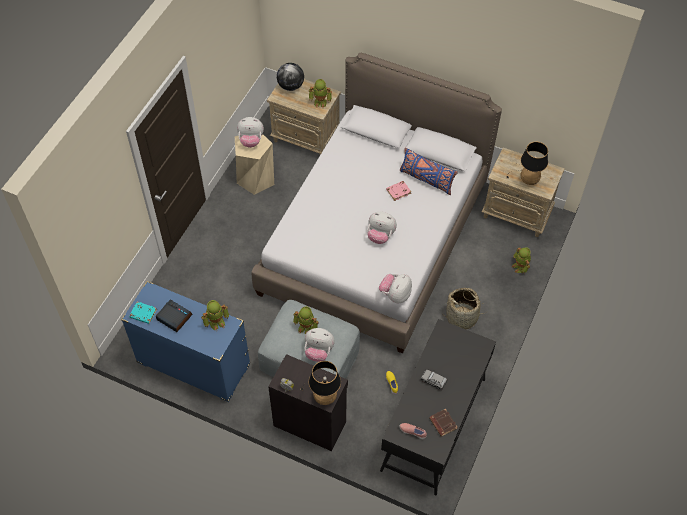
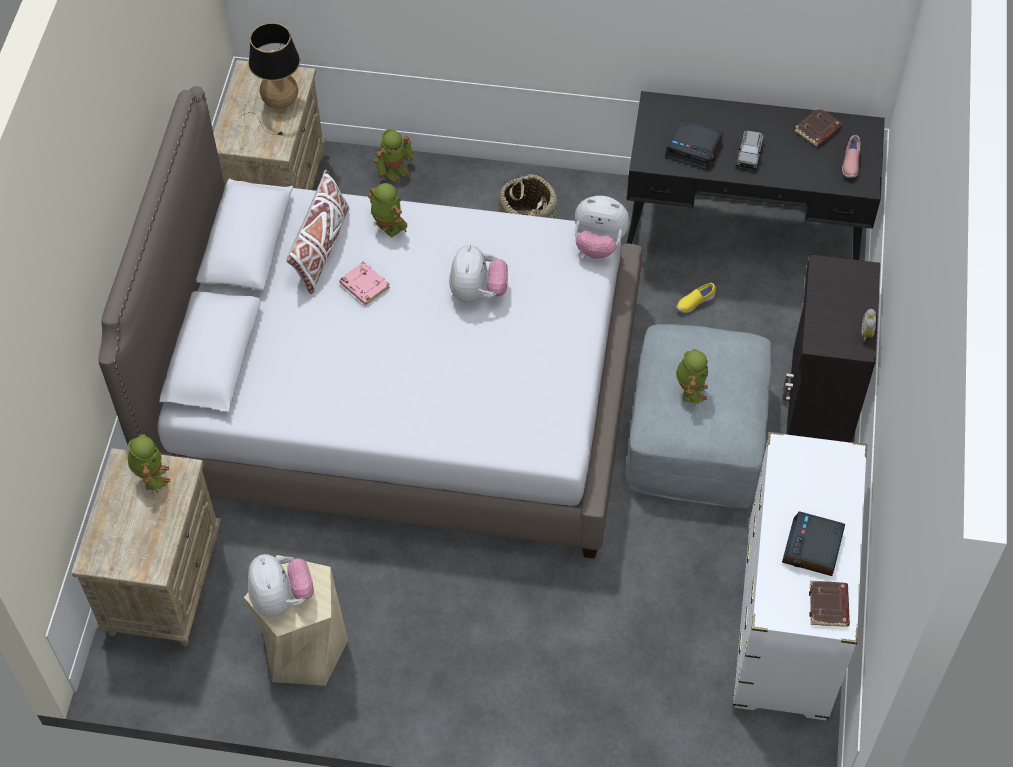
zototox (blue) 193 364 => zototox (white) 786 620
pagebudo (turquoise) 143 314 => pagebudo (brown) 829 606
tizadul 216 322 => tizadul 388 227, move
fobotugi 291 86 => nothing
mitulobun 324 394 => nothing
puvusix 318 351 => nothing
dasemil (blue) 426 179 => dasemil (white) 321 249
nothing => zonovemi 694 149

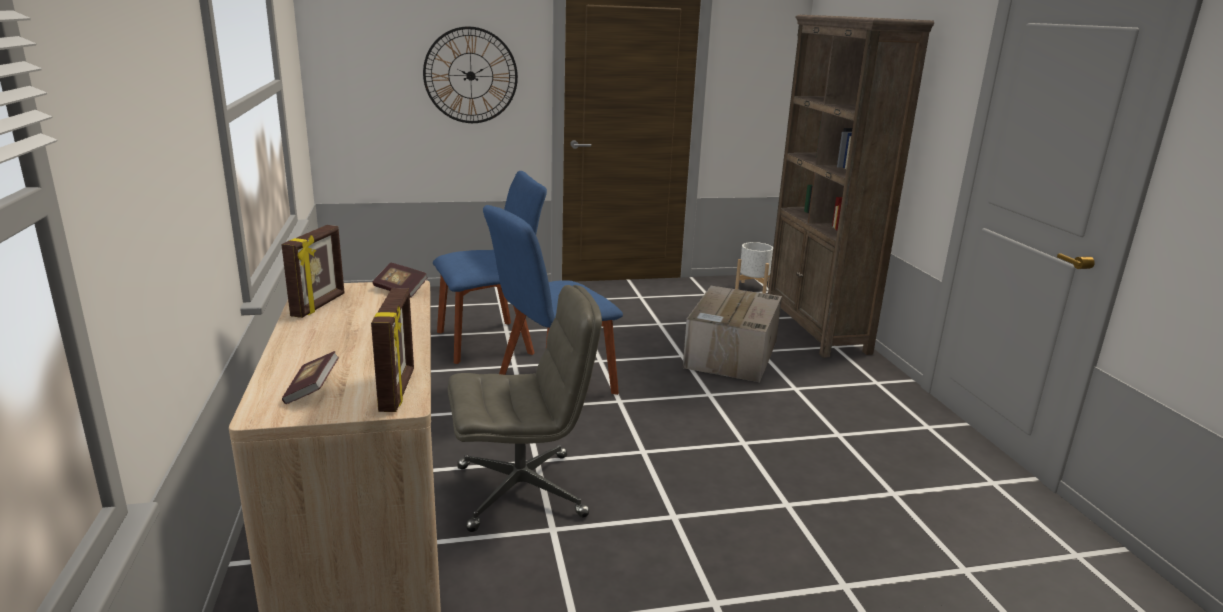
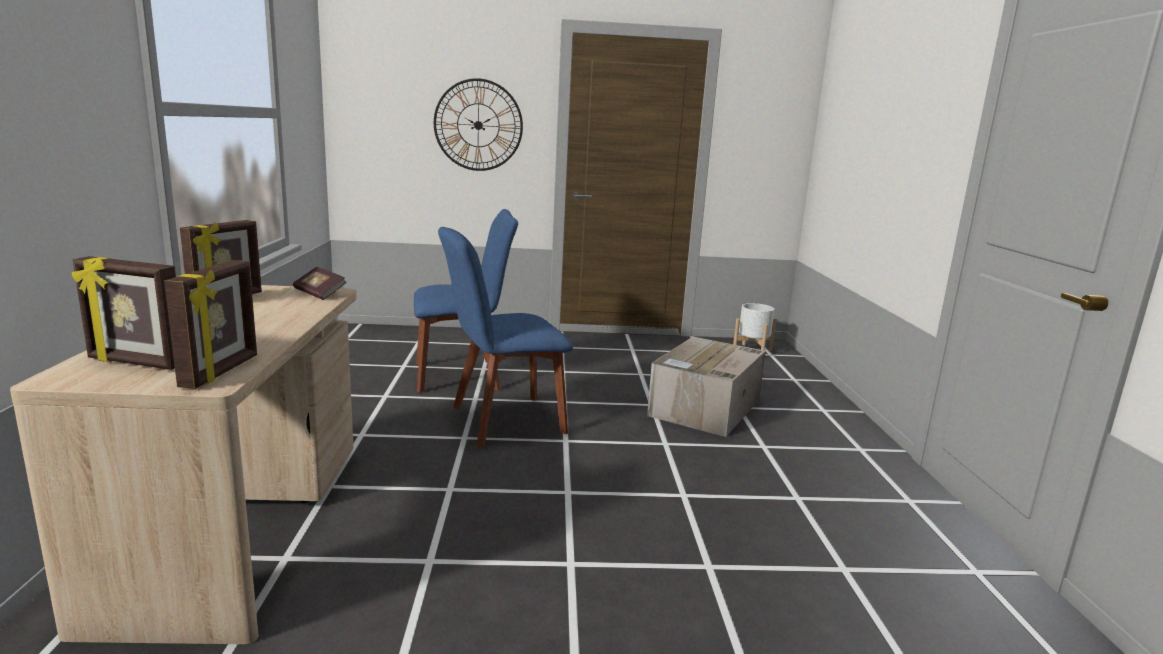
pagebudo 312 390 => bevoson 135 363
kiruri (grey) 522 490 => nothing
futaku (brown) 816 328 => nothing

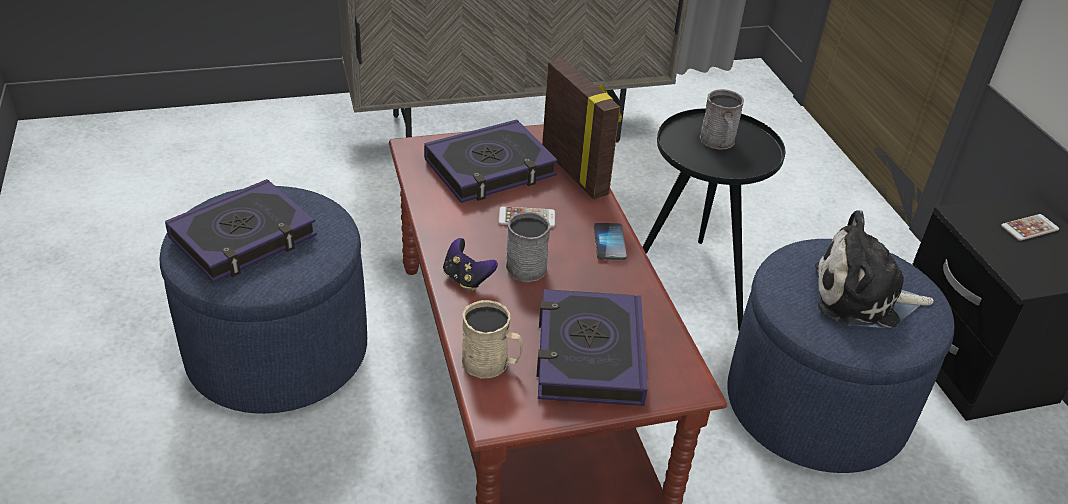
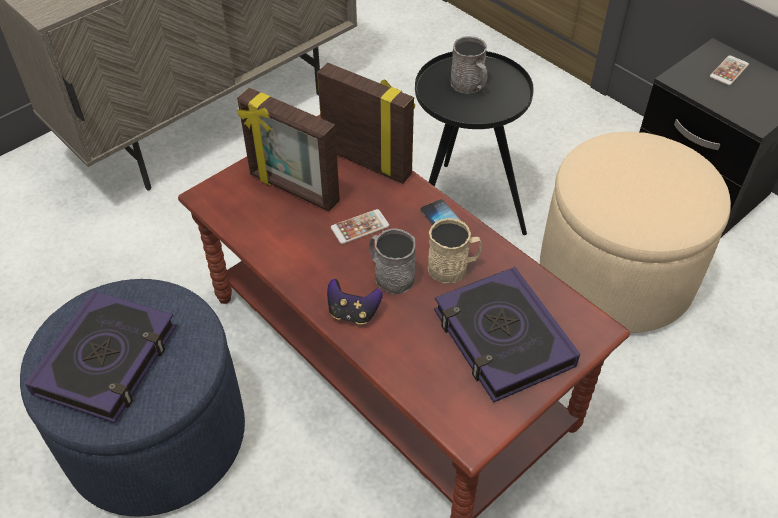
pagebudo 490 169 => bevoson 293 189
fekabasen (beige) 491 363 => fekabasen (beige) 453 268, move
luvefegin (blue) 816 405 => luvefegin (beige) 615 274
puvusix 862 297 => nothing

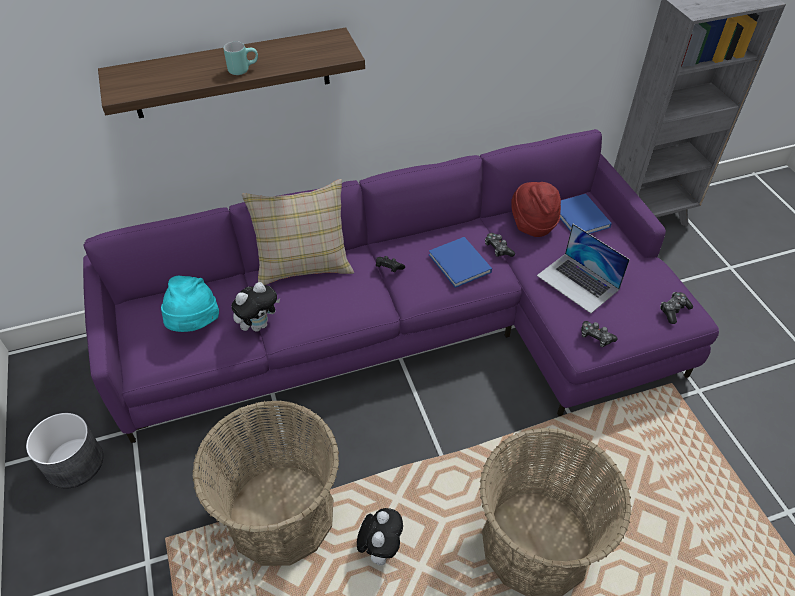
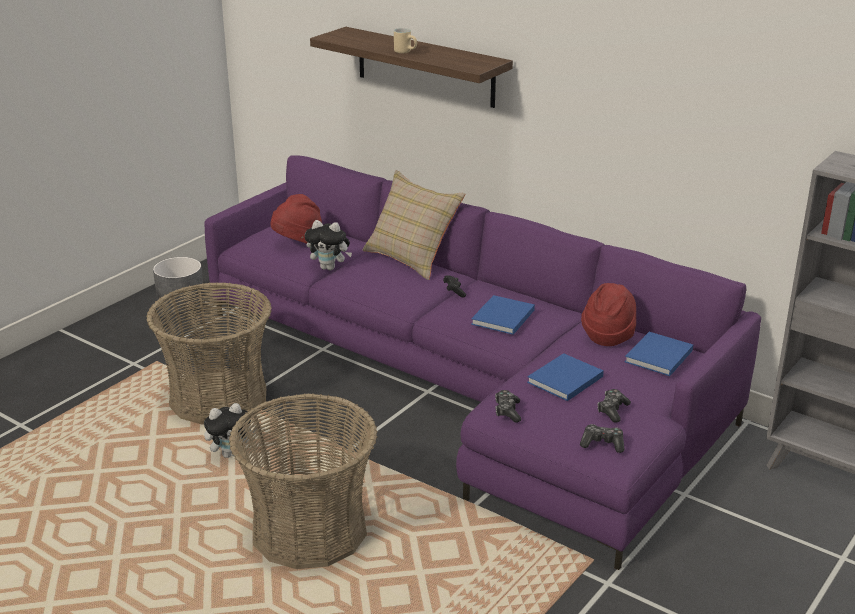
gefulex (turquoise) 194 323 => gefulex (red) 298 243
fekabasen (turquoise) 243 69 => fekabasen (beige) 406 52
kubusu 498 249 => kubusu 612 410, move
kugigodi 578 282 => pagebudo (blue) 563 380

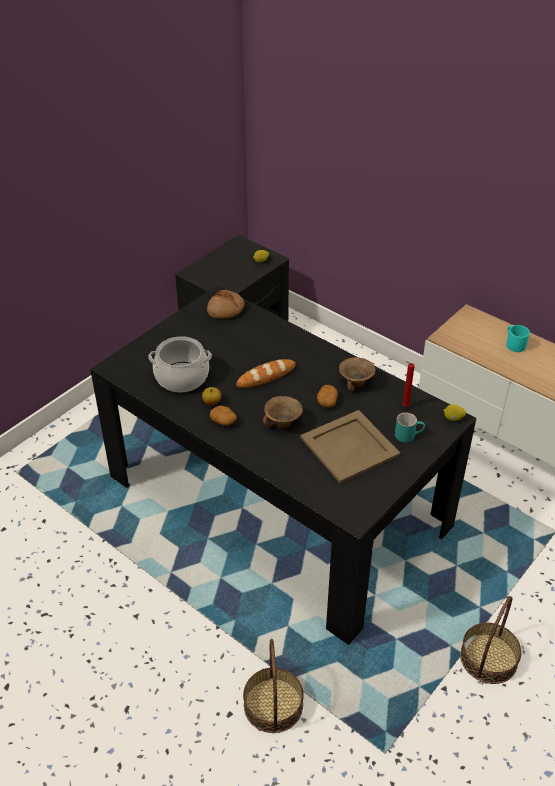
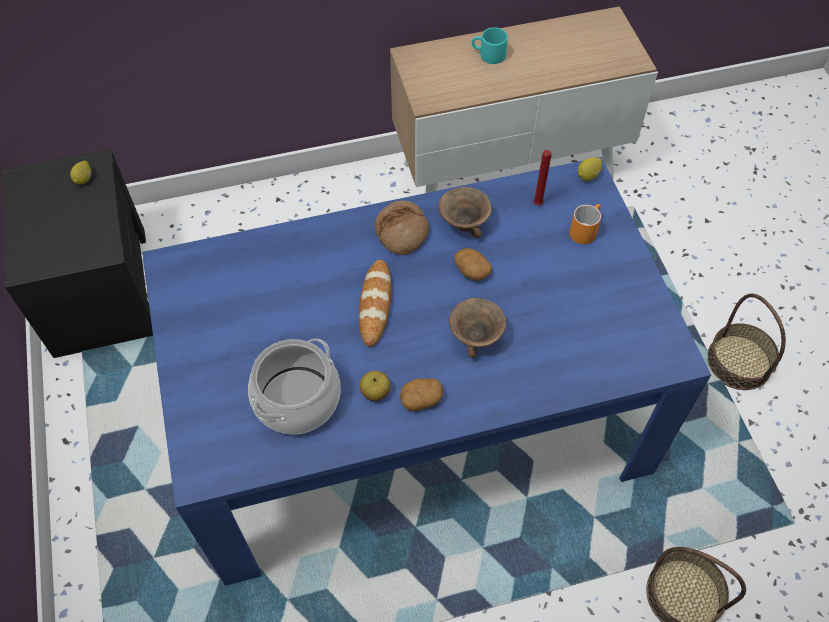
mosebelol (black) 276 501 => mosebelol (blue) 413 419
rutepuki 226 310 => rutepuki 402 232, move
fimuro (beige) 349 447 => nothing
fekabasen (turquoise) 408 435 => fekabasen (orange) 584 229

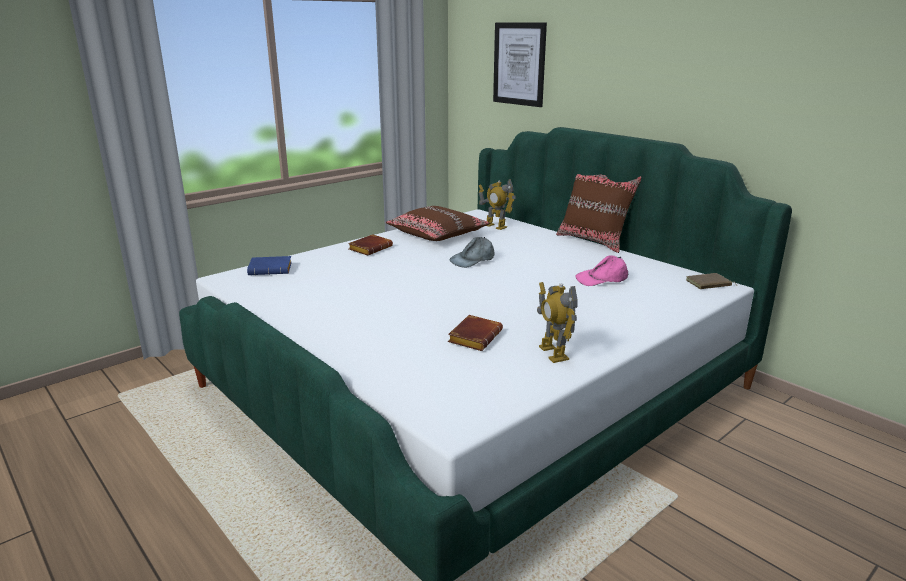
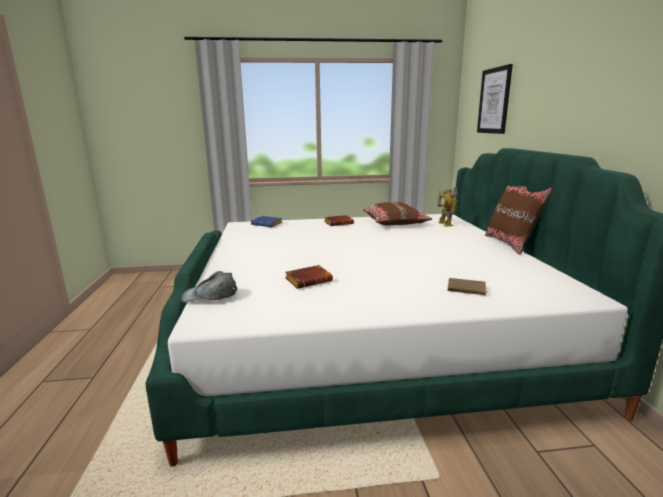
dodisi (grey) 473 259 => dodisi (grey) 210 295, move
tizadul 553 353 => nothing
dodisi (pink) 602 279 => nothing
pagebudo (brown) 709 284 => pagebudo (brown) 466 289, move

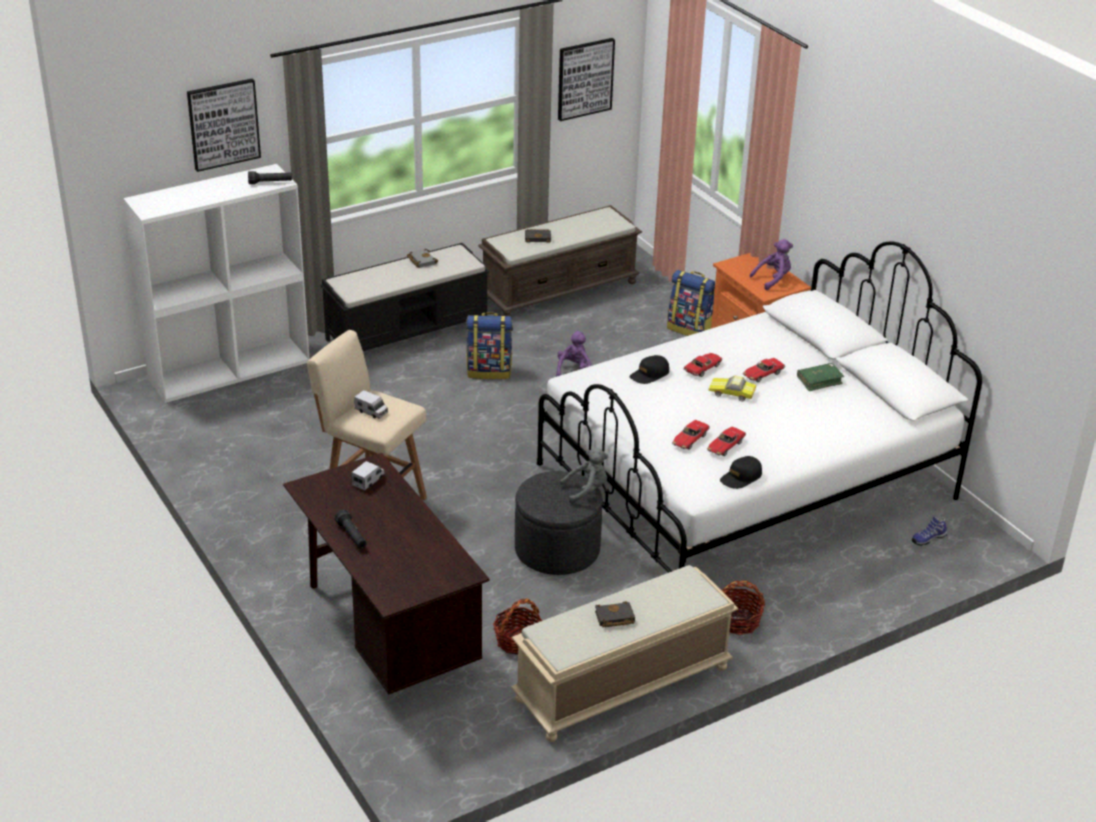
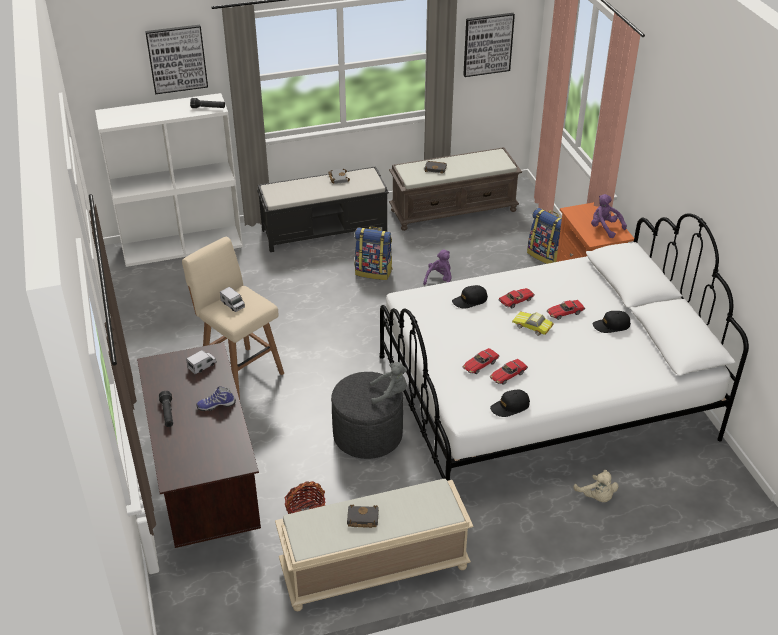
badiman 737 621 => nothing
puvusix (purple) 773 279 => puvusix (purple) 604 228, 120 degrees counterclockwise
pagebudo (green) 819 381 => dodisi (black) 611 325
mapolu 928 538 => mapolu 216 405, move
nothing => puvusix (beige) 596 497

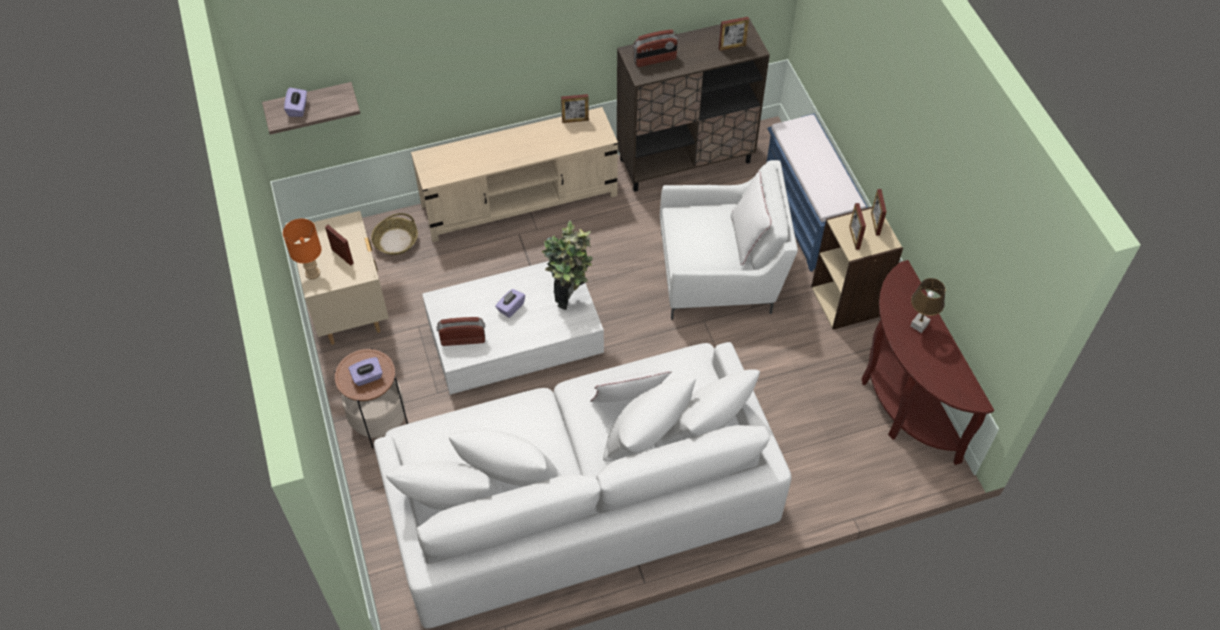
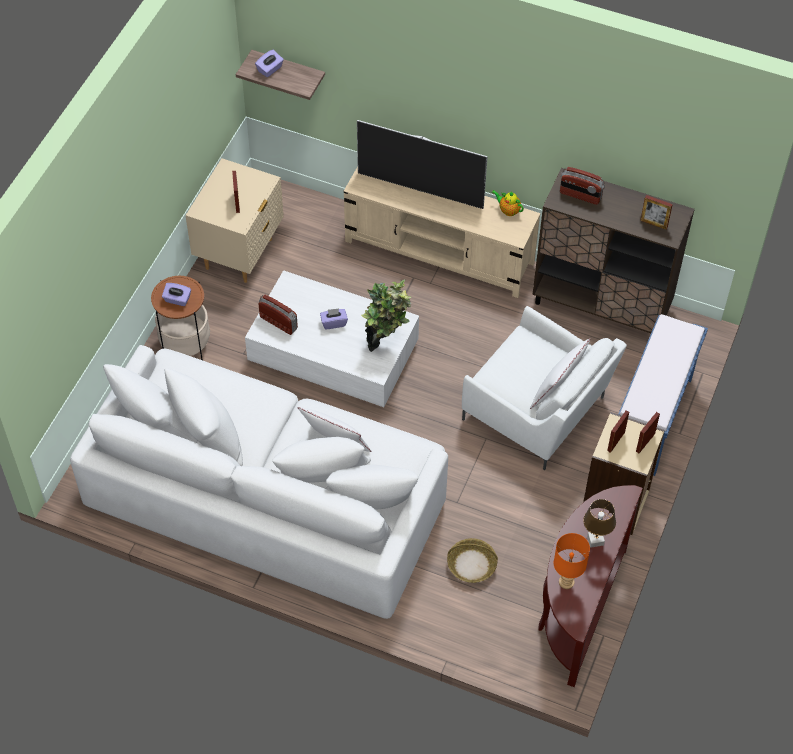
mitulobun (orange) 313 273 => mitulobun (orange) 567 582, move
badiman 395 241 => badiman 471 565, move
bevoson 575 120 => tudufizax 508 210
nothing => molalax 420 190

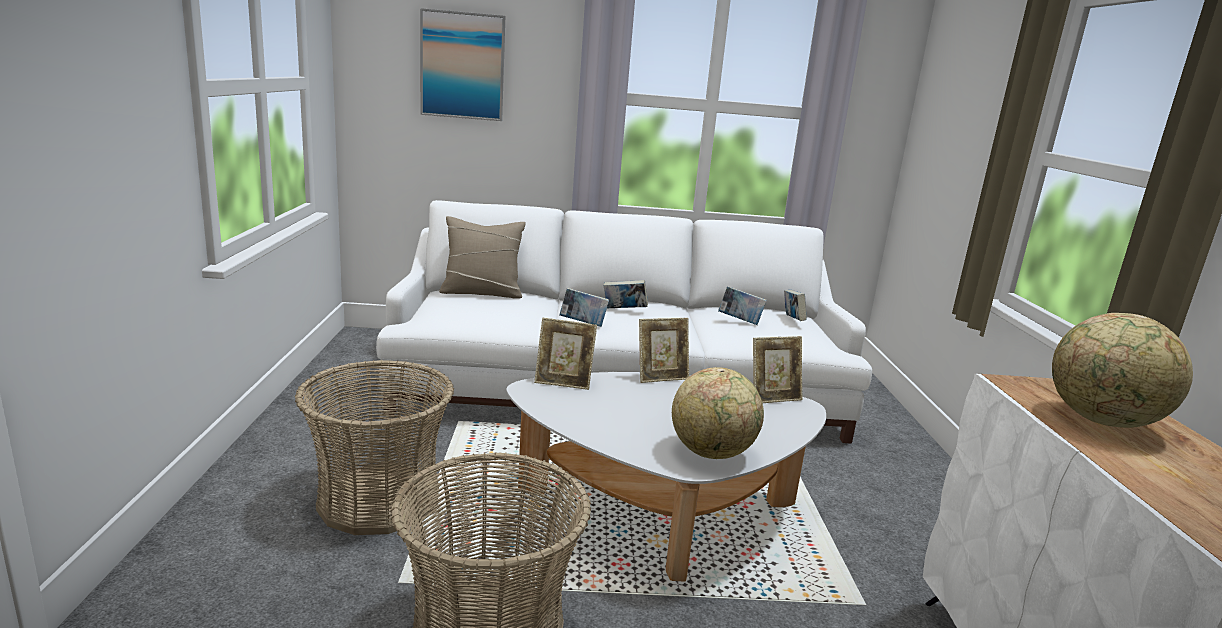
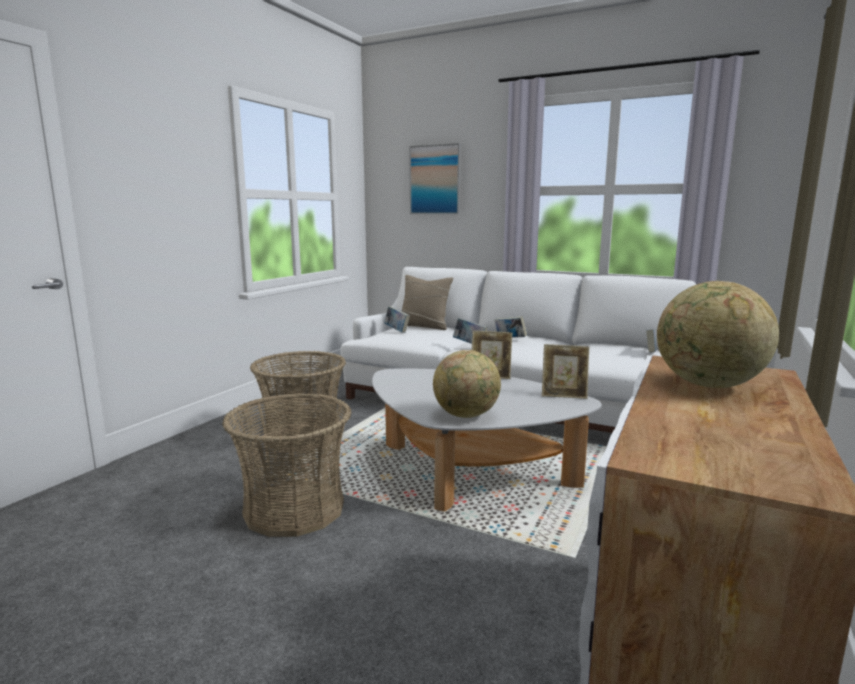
bevoson 563 382 => nothing
pagebudo 740 321 => pagebudo 396 330, move

